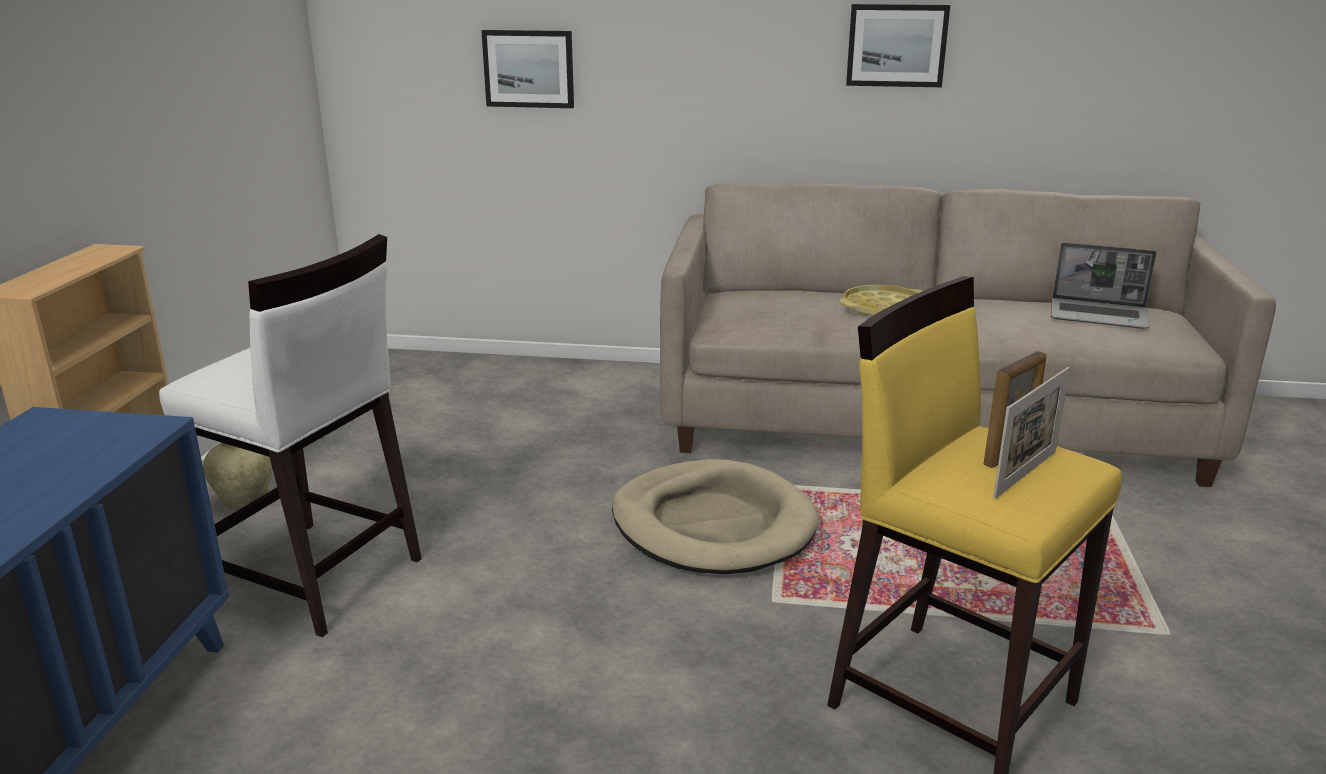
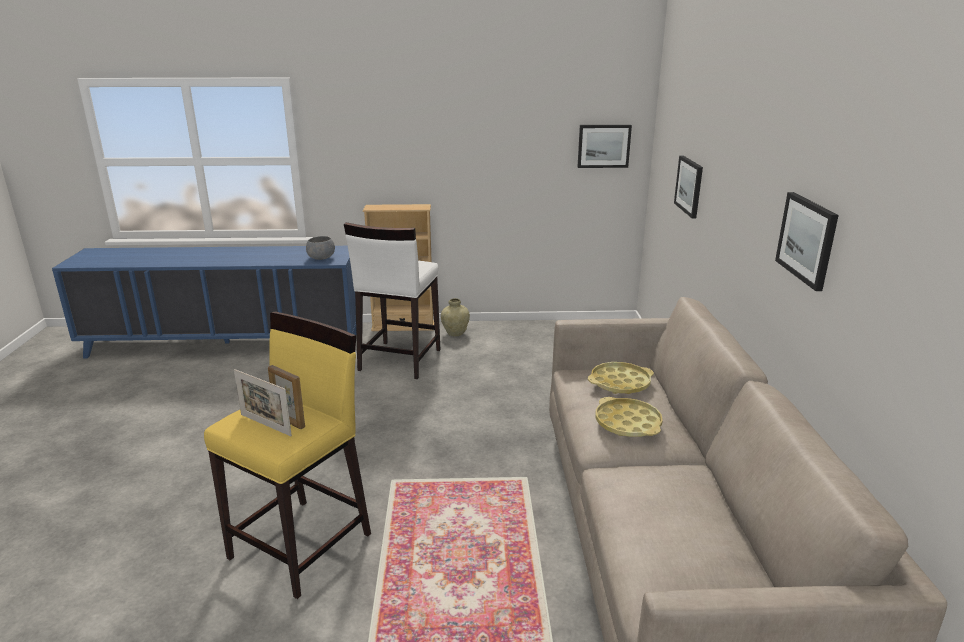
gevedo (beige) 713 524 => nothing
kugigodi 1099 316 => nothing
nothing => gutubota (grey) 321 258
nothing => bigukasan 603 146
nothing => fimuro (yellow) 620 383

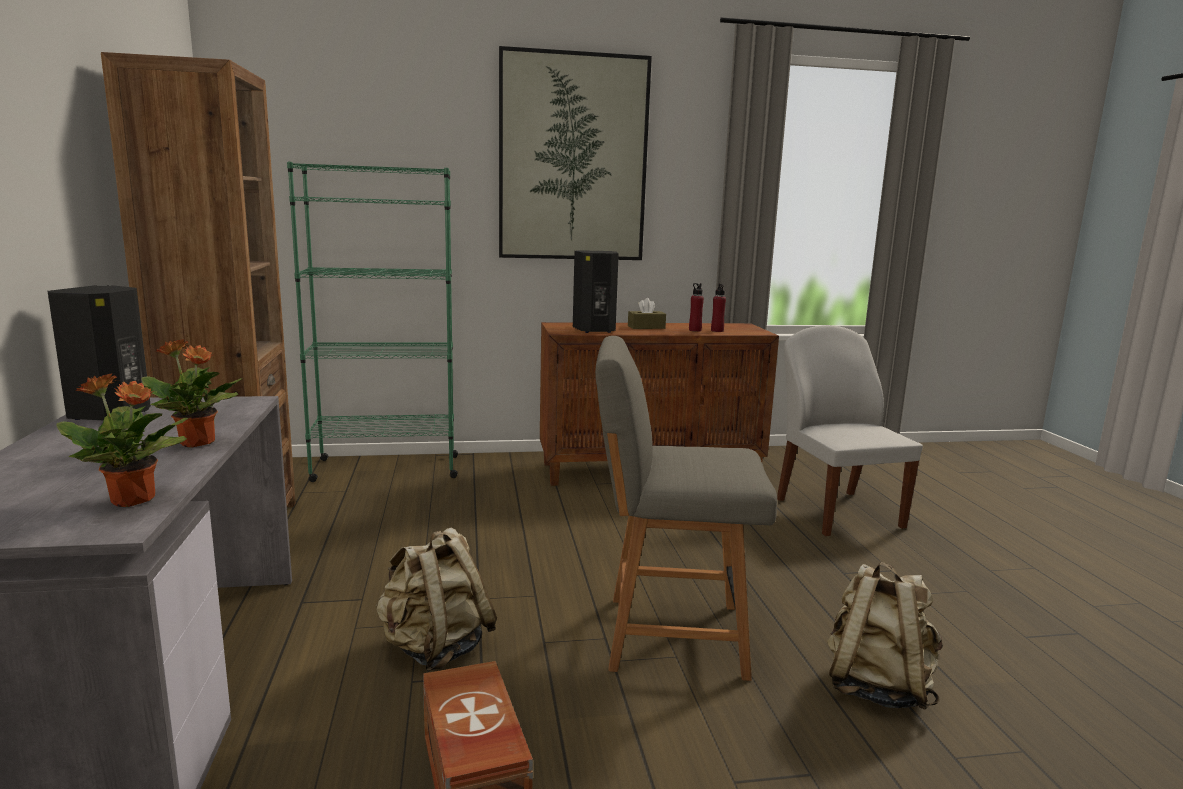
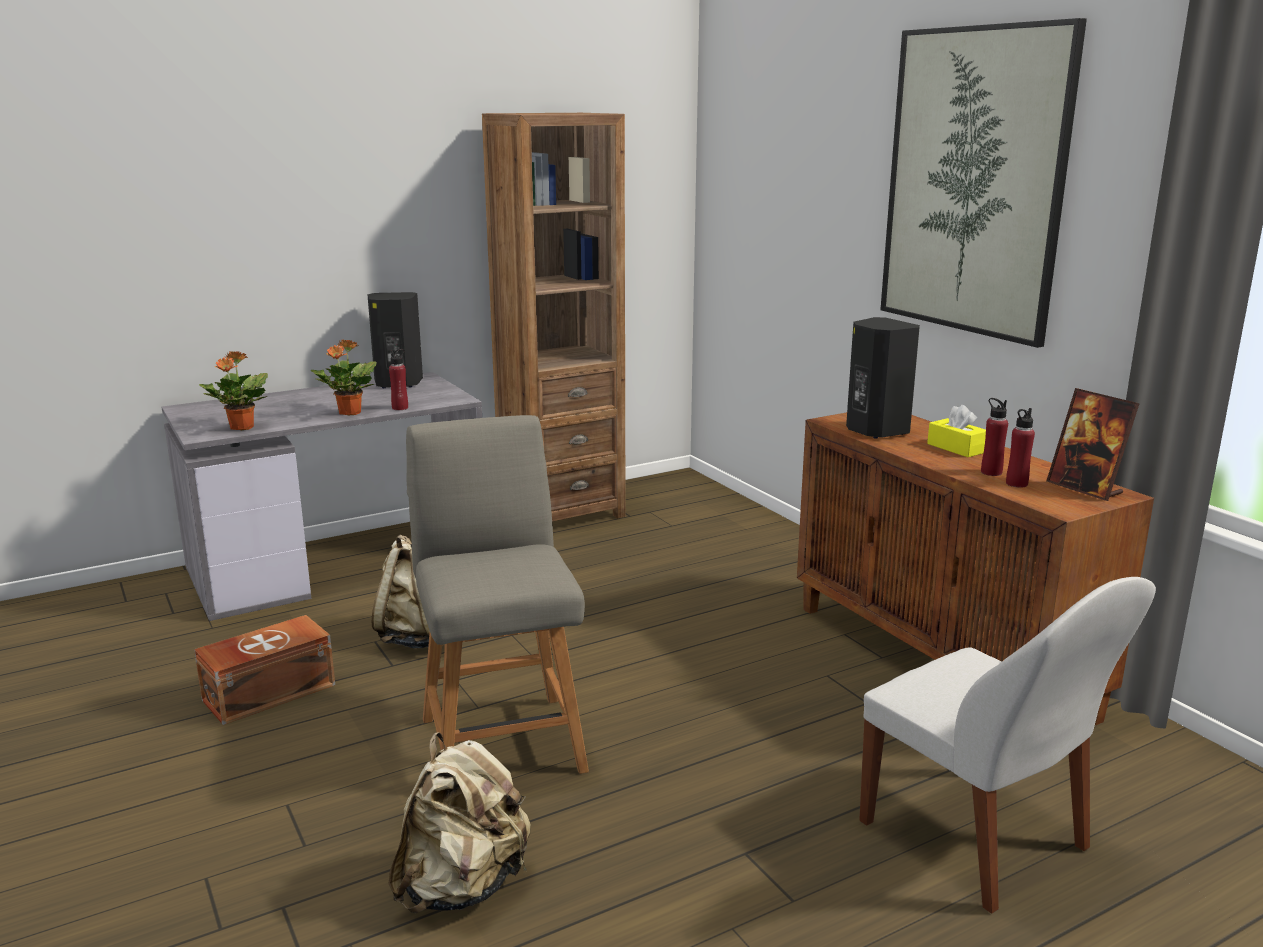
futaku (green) 386 468 => nothing
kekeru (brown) 646 327 => kekeru (yellow) 956 448
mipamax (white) 837 512 => mipamax (white) 977 839, 90 degrees clockwise
nothing => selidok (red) 400 408
nothing => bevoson 1085 488

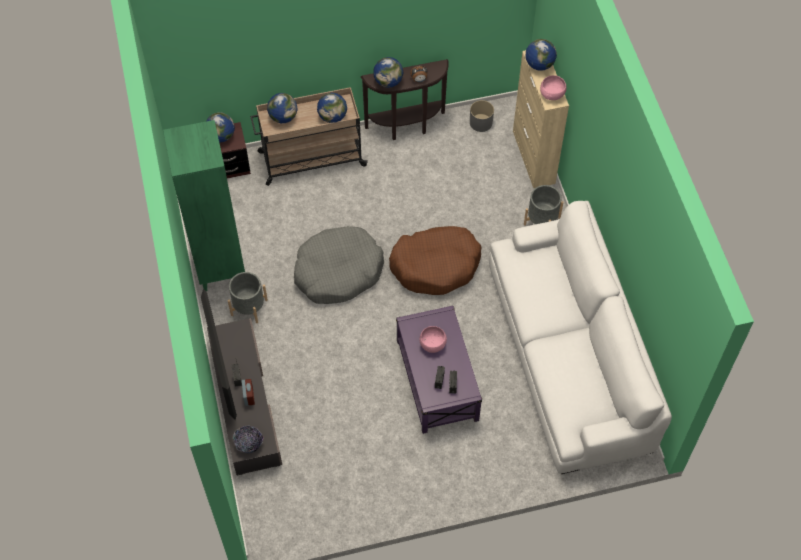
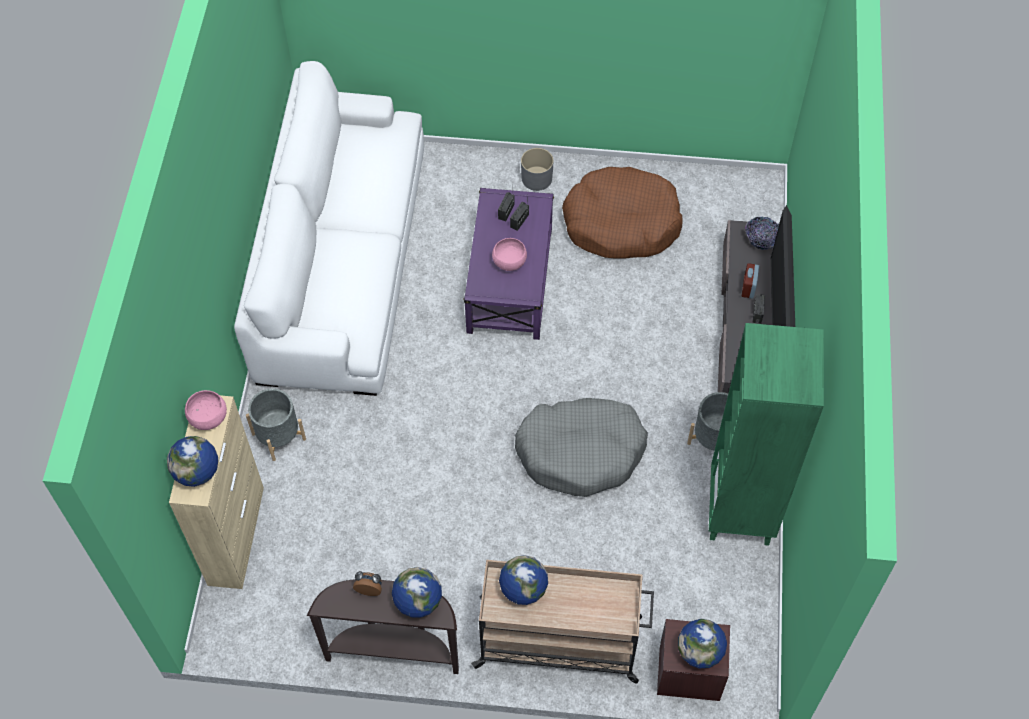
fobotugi 283 117 => nothing
gevedo (brown) 435 265 => gevedo (brown) 621 223, move
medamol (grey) 481 123 => medamol (grey) 536 178, move

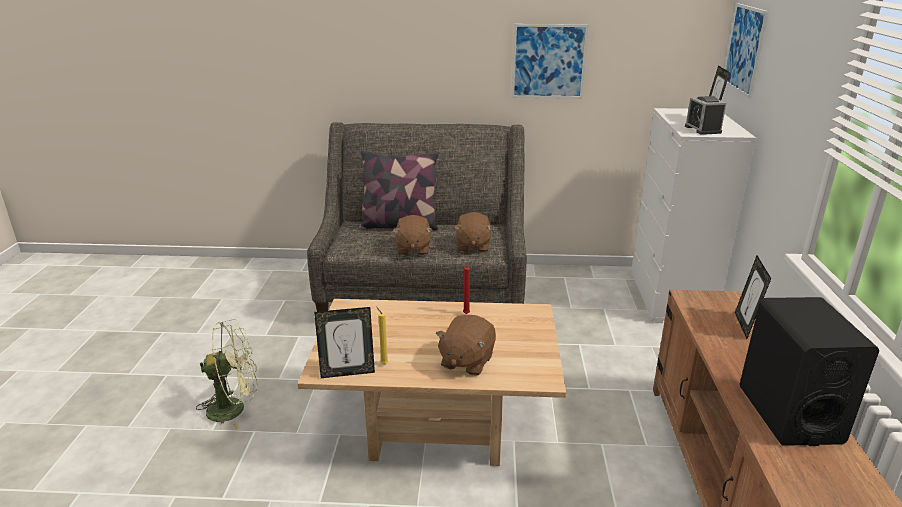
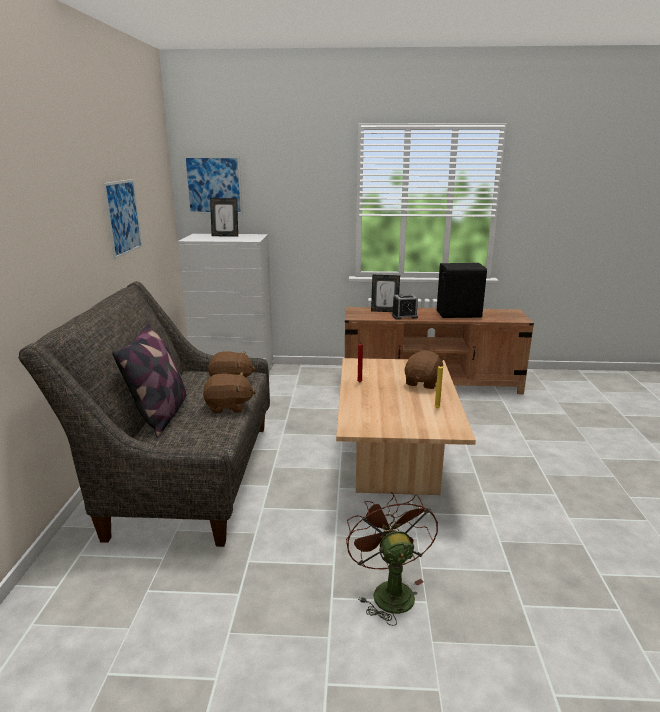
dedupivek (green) 234 408 => dedupivek (brown) 389 590
bevoson 347 372 => nothing
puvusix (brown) 466 361 => puvusix (brown) 423 383, 90 degrees counterclockwise
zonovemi 702 129 => zonovemi 404 316, move

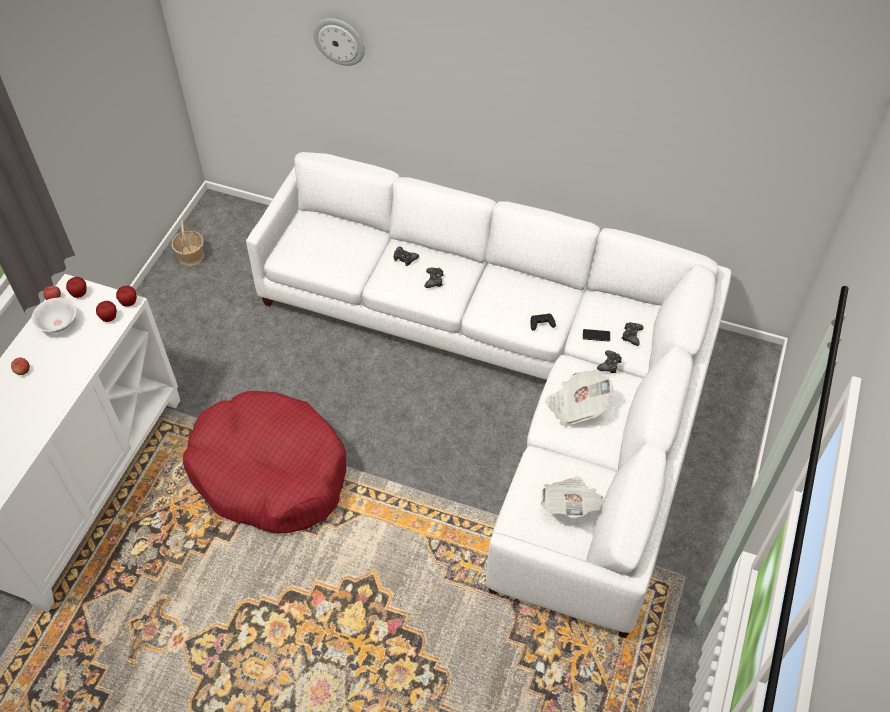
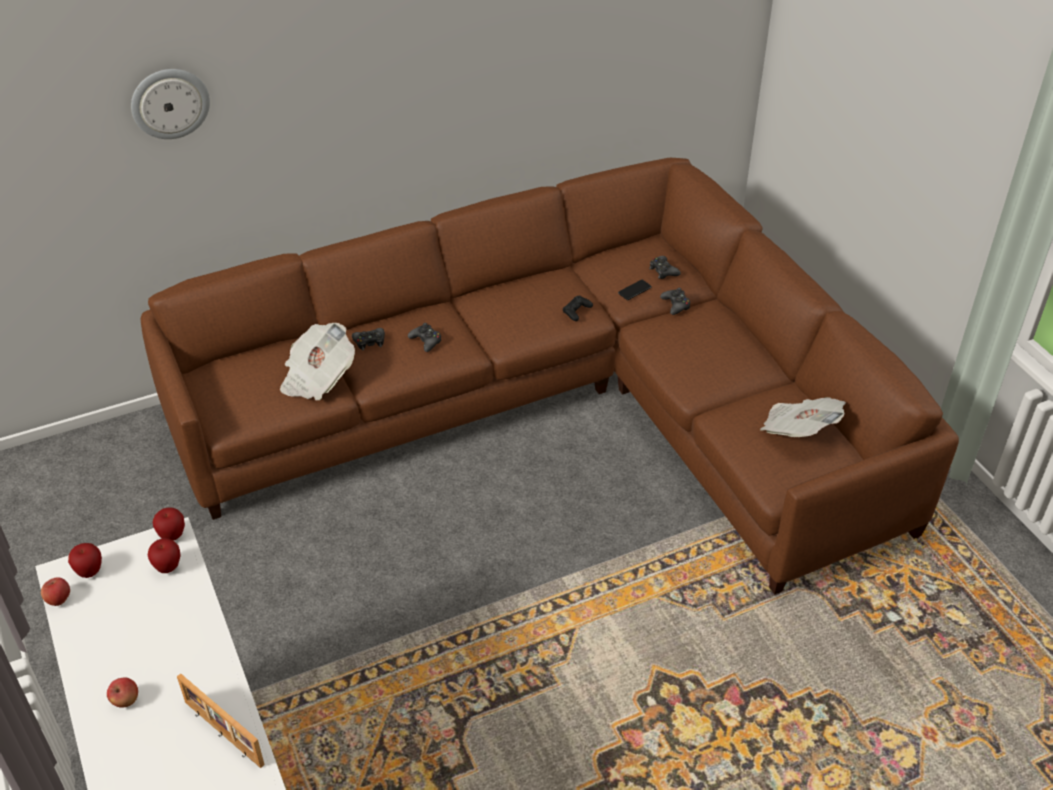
gutubota (white) 58 324 => nothing
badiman 191 256 => nothing
gevedo (red) 270 472 => nothing
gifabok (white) 513 377 => gifabok (brown) 560 406
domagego 576 406 => domagego 317 378, move
nothing => bevoson 222 734

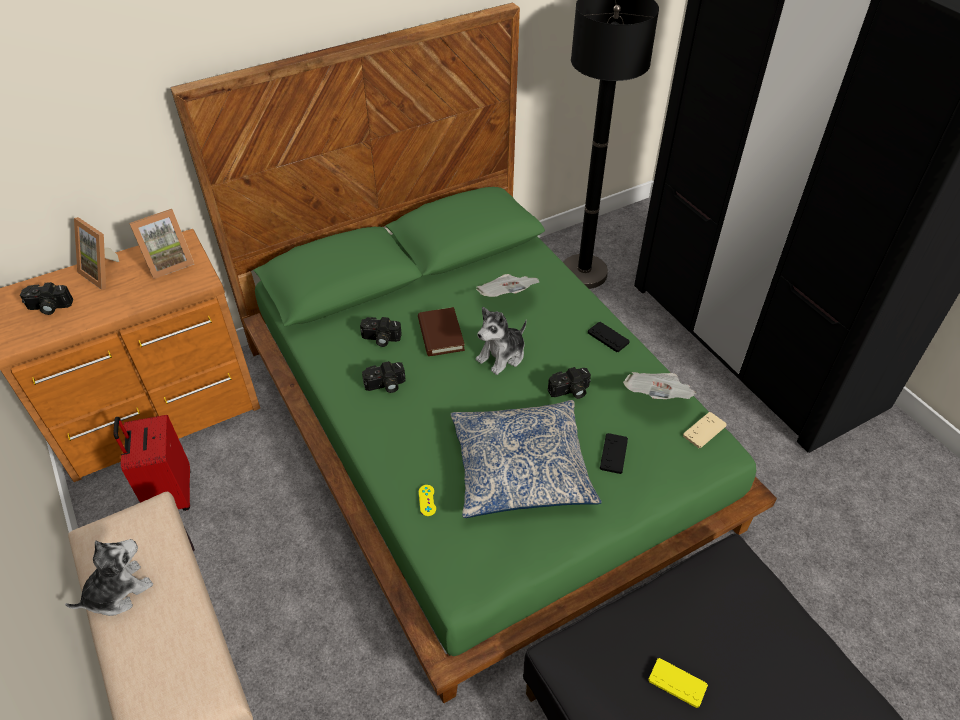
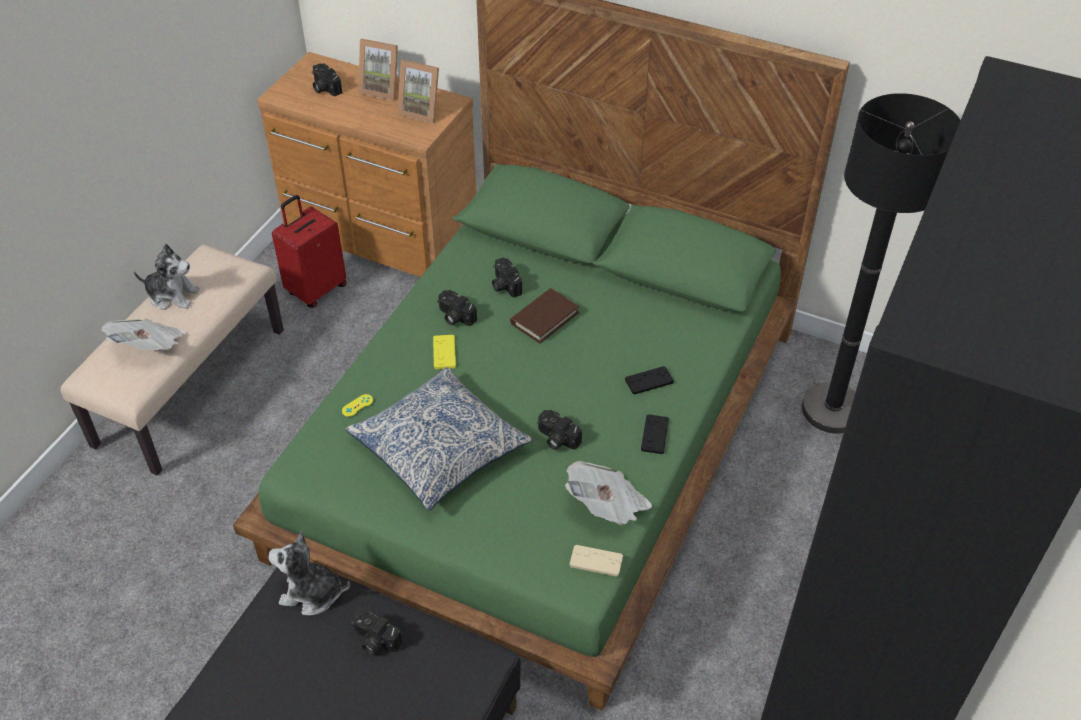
bevoson 105 272 => bevoson 382 89, 75 degrees counterclockwise
domagego 506 297 => domagego 150 347, move
puvusix 502 355 => puvusix 312 594, move
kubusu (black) 613 454 => kubusu (black) 649 381, move
kubusu (yellow) 677 683 => kubusu (yellow) 444 352, move
nothing => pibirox 374 640

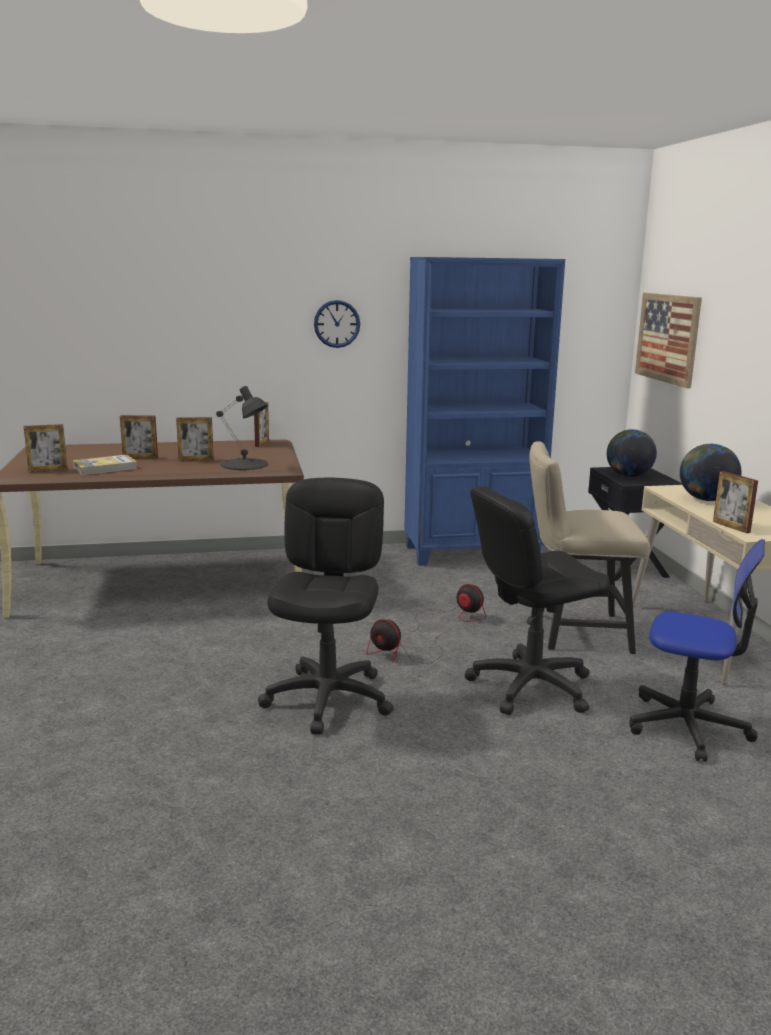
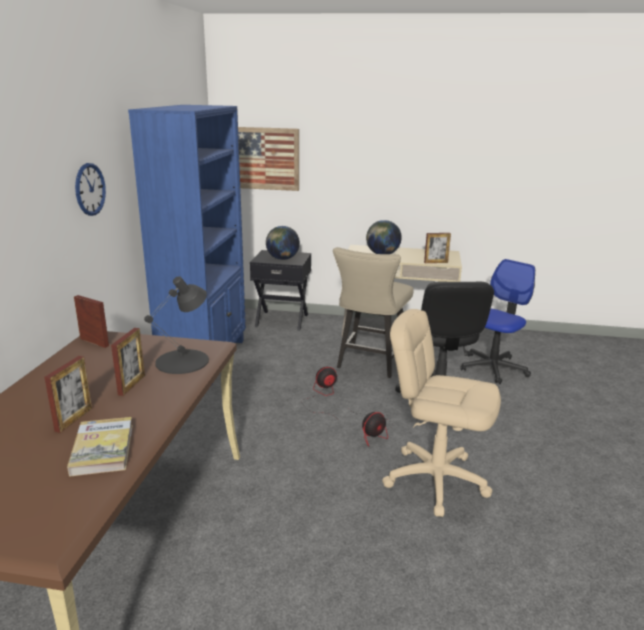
bevoson 48 470 => nothing
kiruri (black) 328 699 => kiruri (beige) 435 480

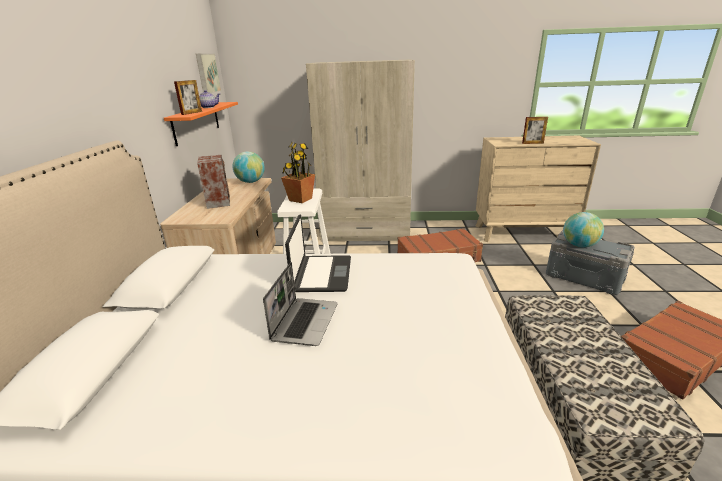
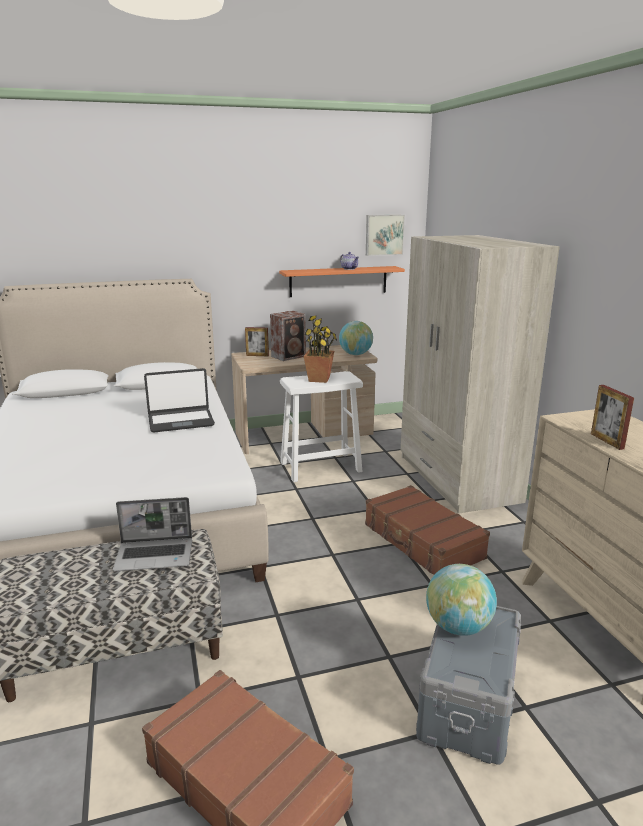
bevoson 192 113 => bevoson 257 355, move
kugigodi 305 321 => kugigodi 155 555, move

